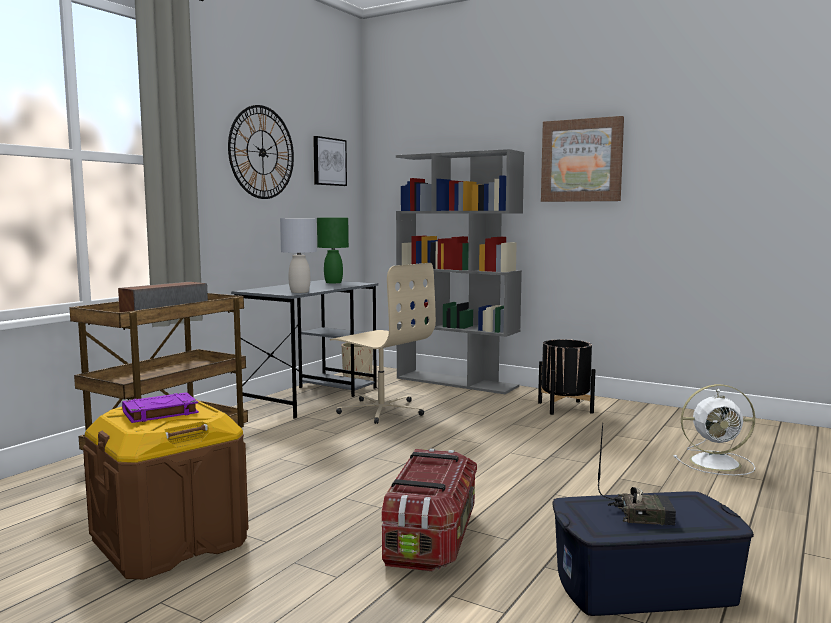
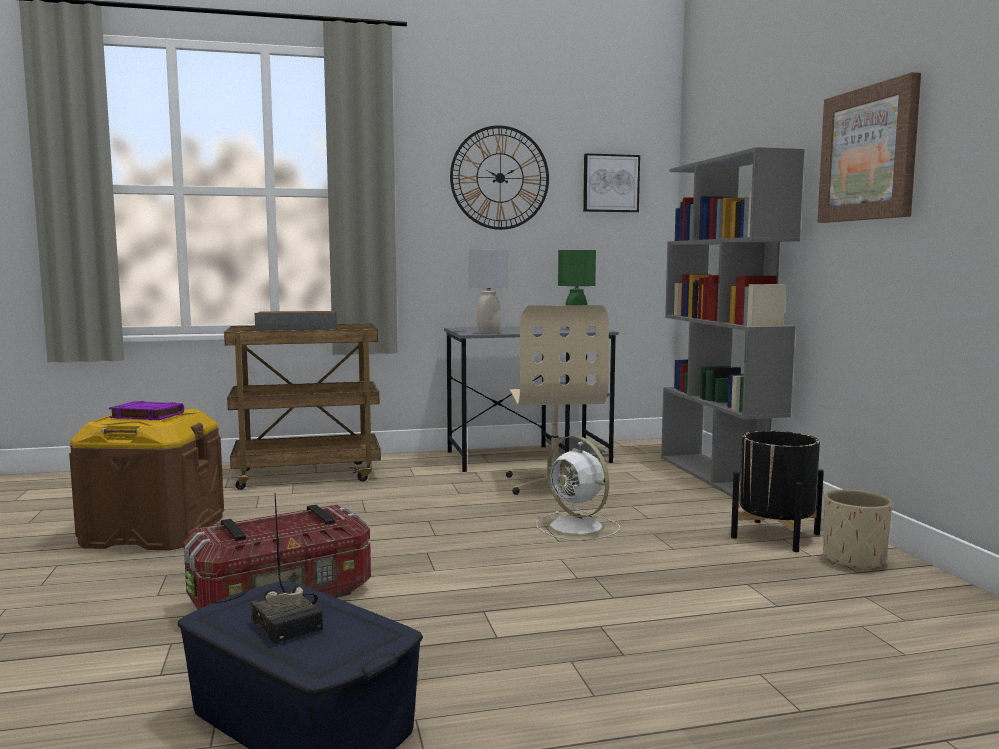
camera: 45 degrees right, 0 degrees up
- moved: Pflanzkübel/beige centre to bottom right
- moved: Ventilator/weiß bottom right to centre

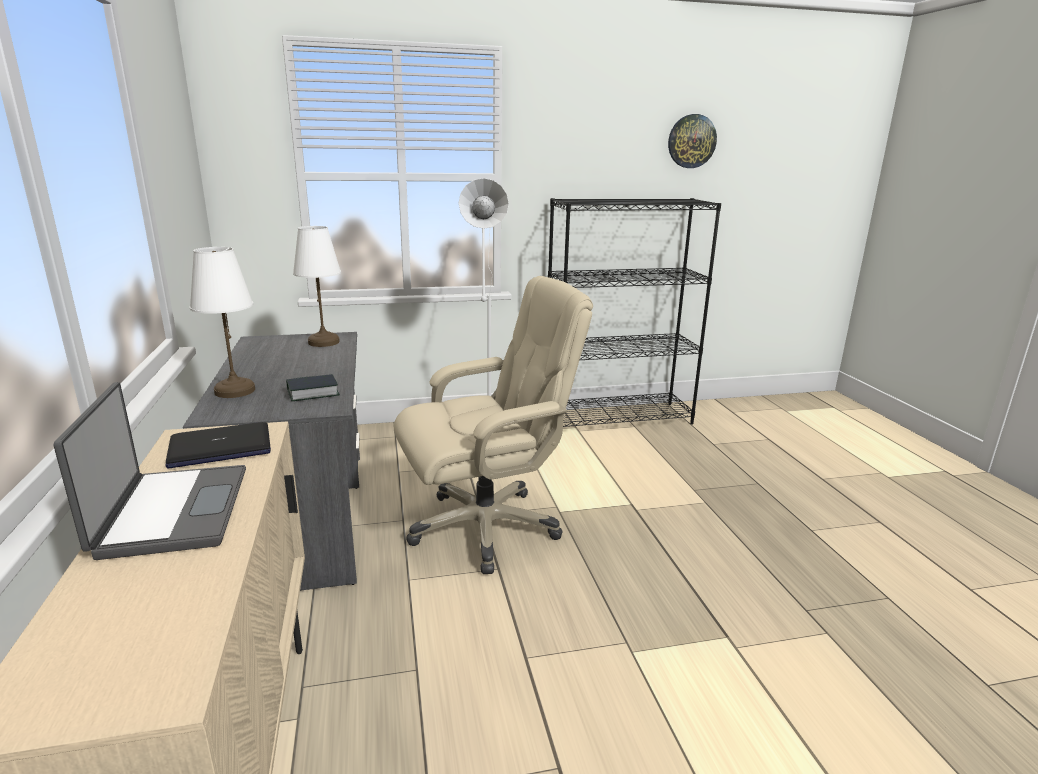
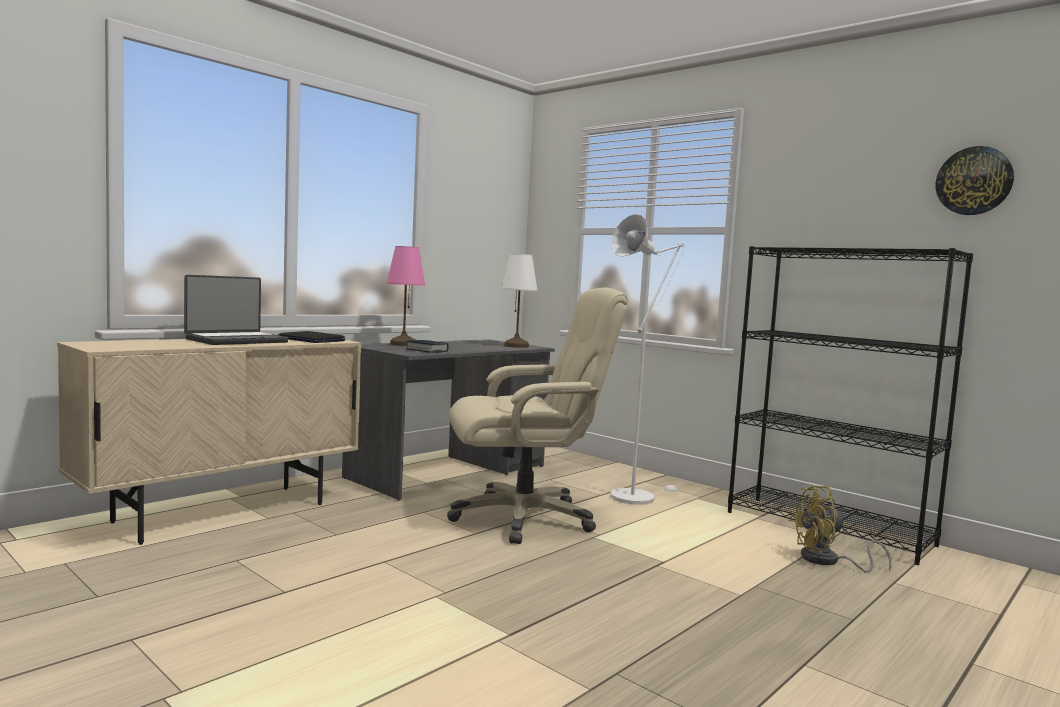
camera: 55 degrees right, 15 degrees down
- recoloured: Tischlampe/weiß (1st from left) middle left to Tischlampe/rosa centre
- turned: Bürostuhl/beige centre = centre 45 degrees counterclockwise
- added: Ventilator/gelb bottom right

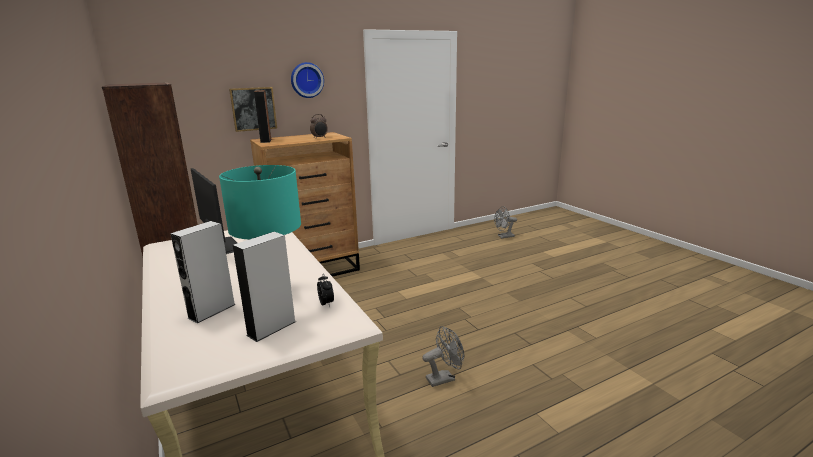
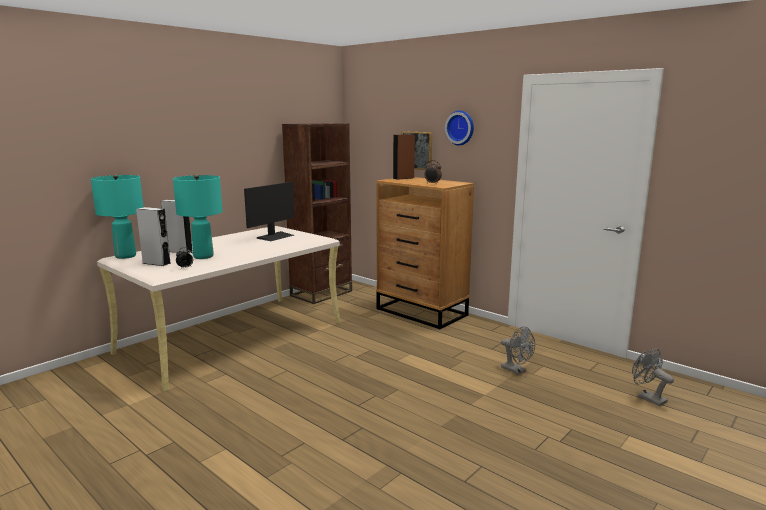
camera: 70 degrees right, 5 degrees down
- moved: Ventilator/grau (1st from left) bottom centre to bottom right
- added: Tischlampe/türkis (1st from left) middle left

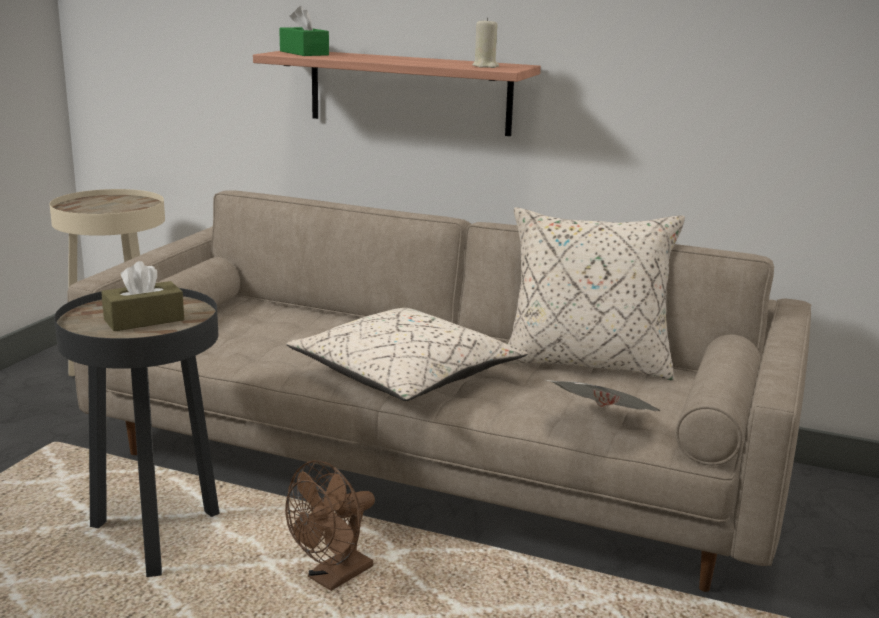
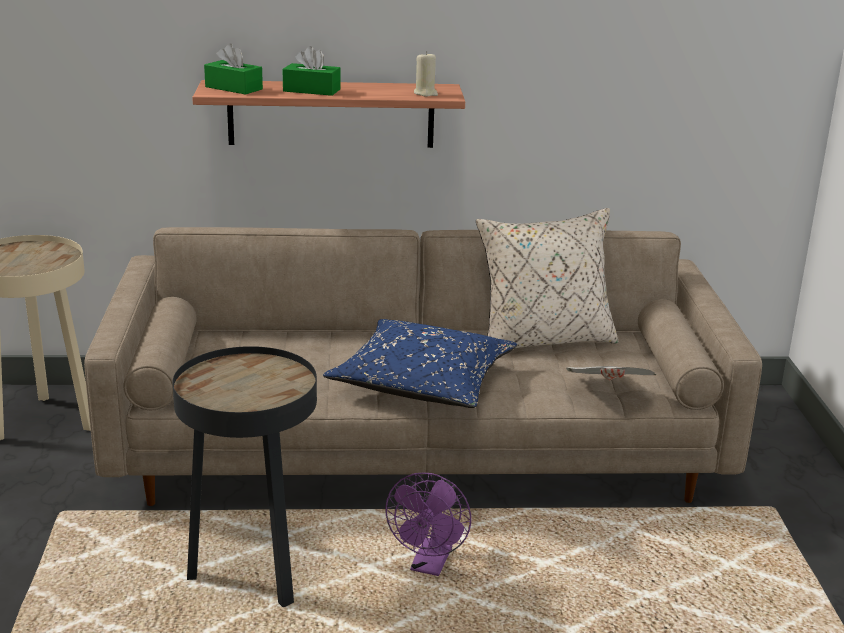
camera: 25 degrees left, 5 degrees up
- removed: Taschentuchbox/braun middle left
- recoloured: Ventilator/braun bottom centre to Ventilator/lila bottom centre
- recoloured: Kissen/beige (1st from left) centre to Kissen/blau centre
- added: Taschentuchbox/grün (2nd from left) top centre

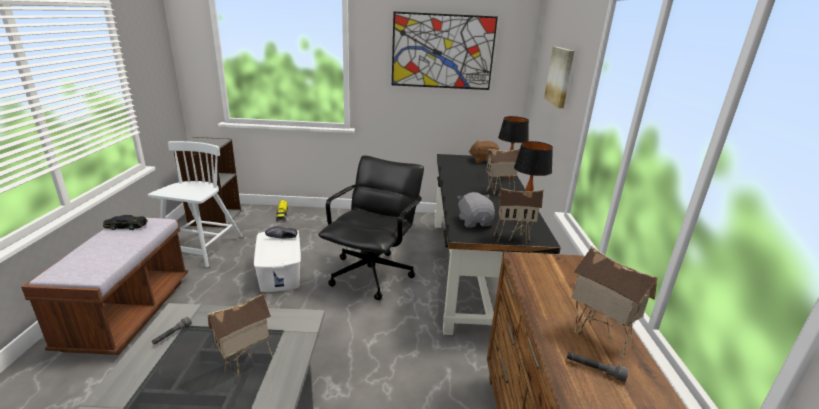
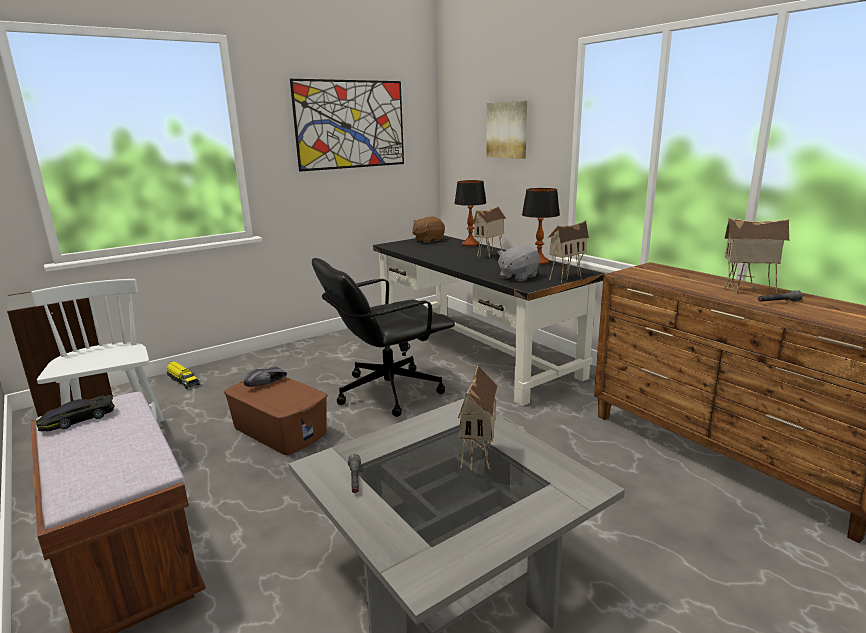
camera: 35 degrees left, 5 degrees down
- recoloured: Aufbewahrungsbox/weiß centre to Aufbewahrungsbox/braun middle left
- turned: Bürostuhl/schwarz centre = centre 105 degrees counterclockwise
- turned: Plüschtier/grau centre = centre 90 degrees counterclockwise

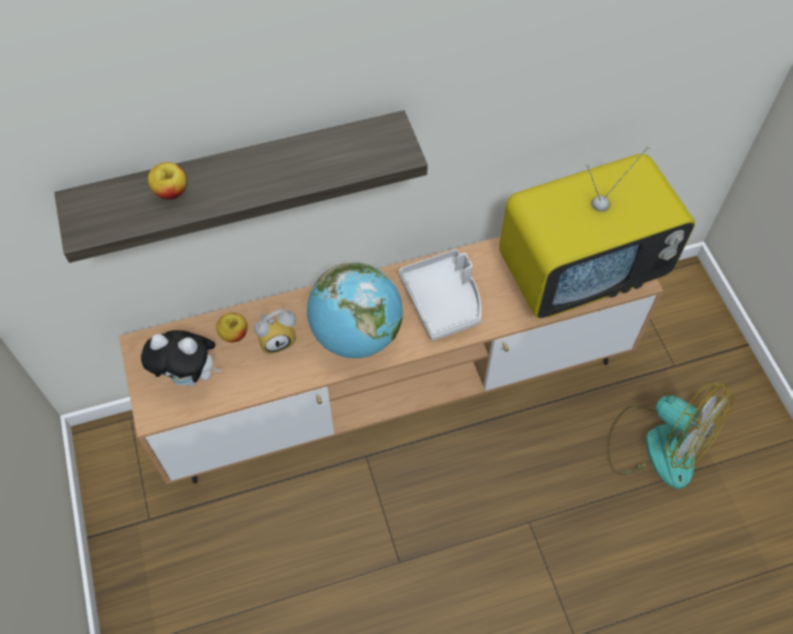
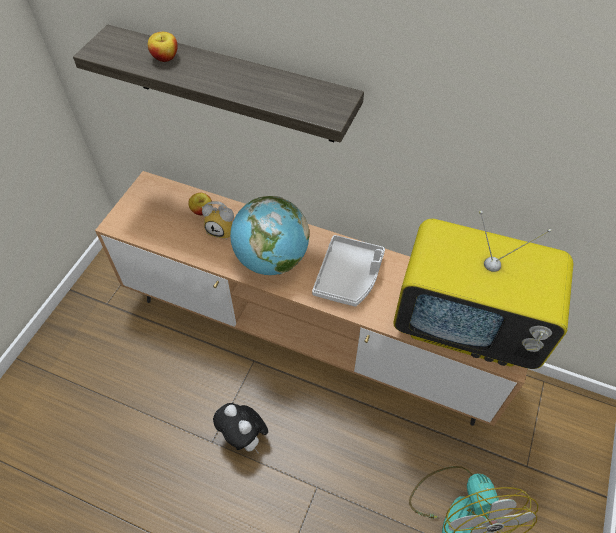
camera: 40 degrees right, 5 degrees down
- moved: Plüschtier middle left to bottom centre

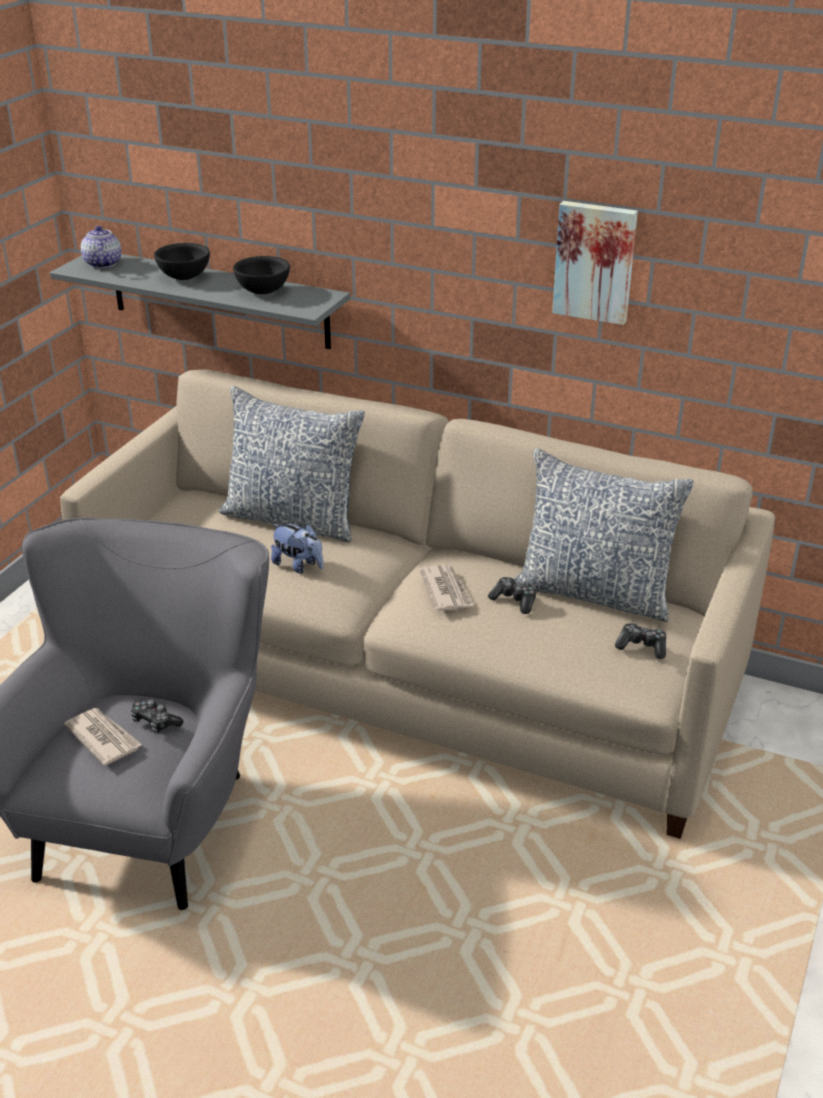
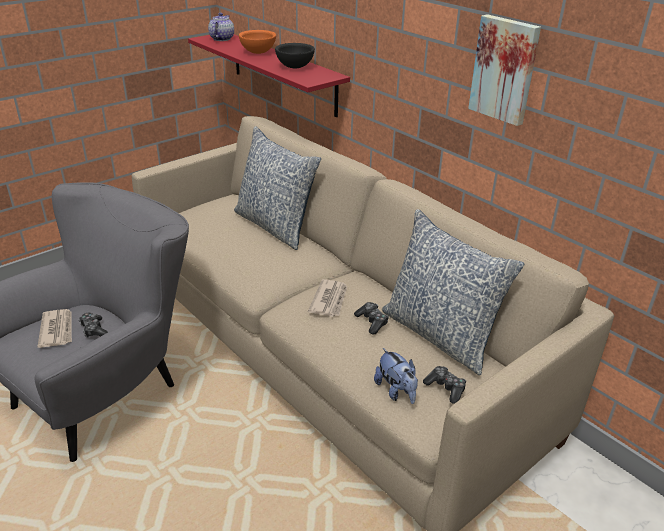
camera: 25 degrees right, 0 degrees up
- recoloured: Wandregal/grau top left to Wandregal/rot top centre
- recoloured: Schüssel/schwarz (1st from left) top left to Schüssel/orange top centre
- moved: Plüschtier centre to bottom centre

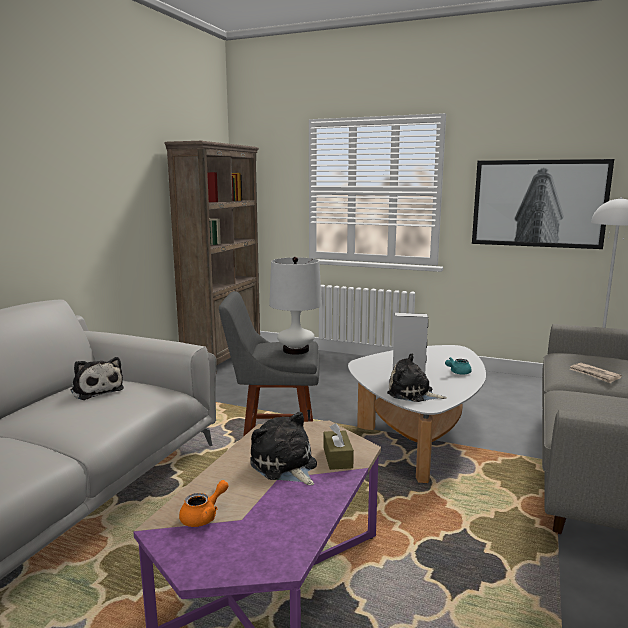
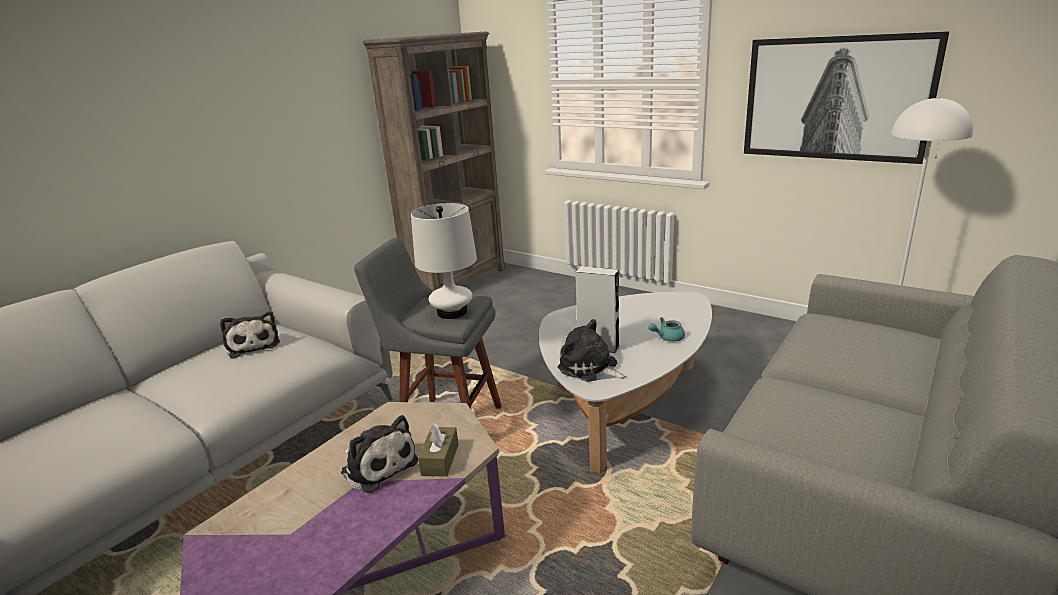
camera: 15 degrees right, 10 degrees up
- removed: Teekanne/orange bottom left
- turned: Plüschtier (2nd from left) bottom centre = bottom centre 150 degrees clockwise
- removed: Zeitung middle right

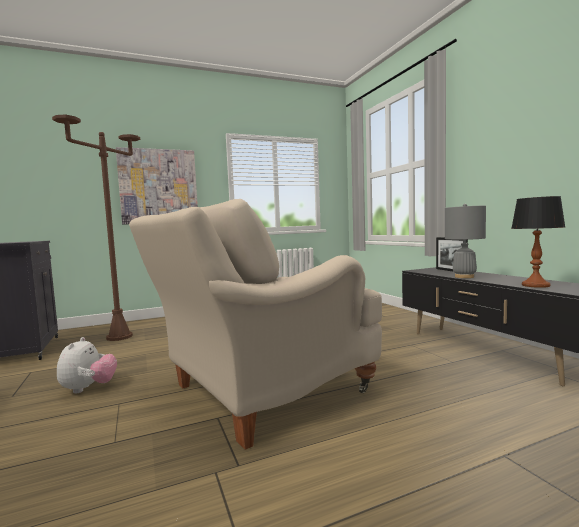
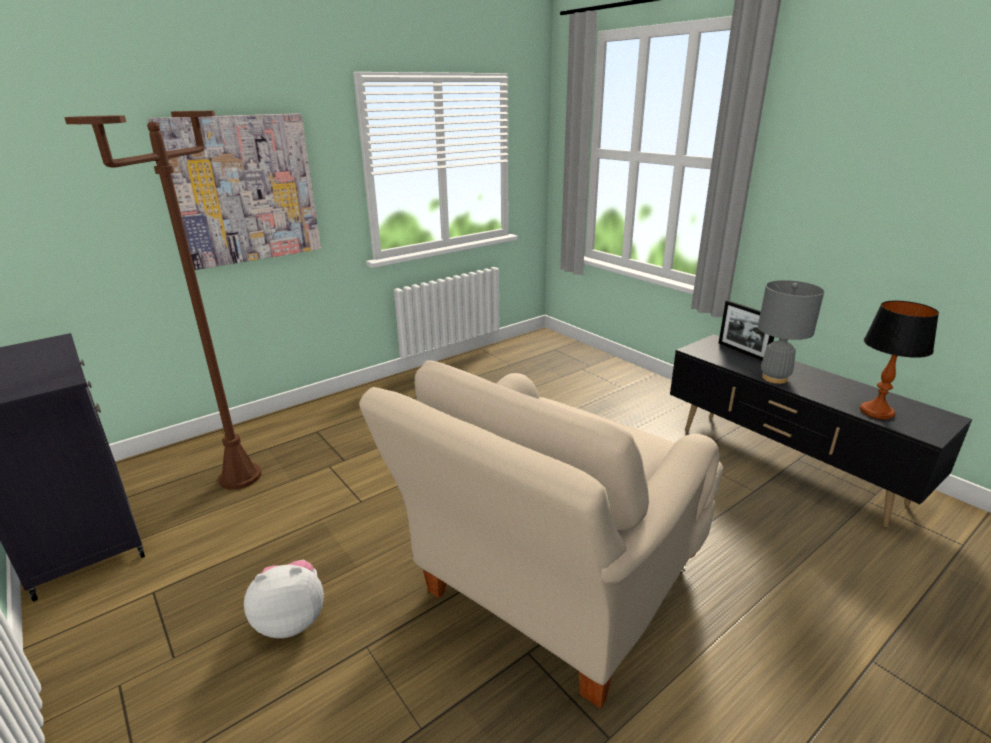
camera: 15 degrees left, 20 degrees up
- turned: Plüschtier bottom left = bottom left 90 degrees counterclockwise

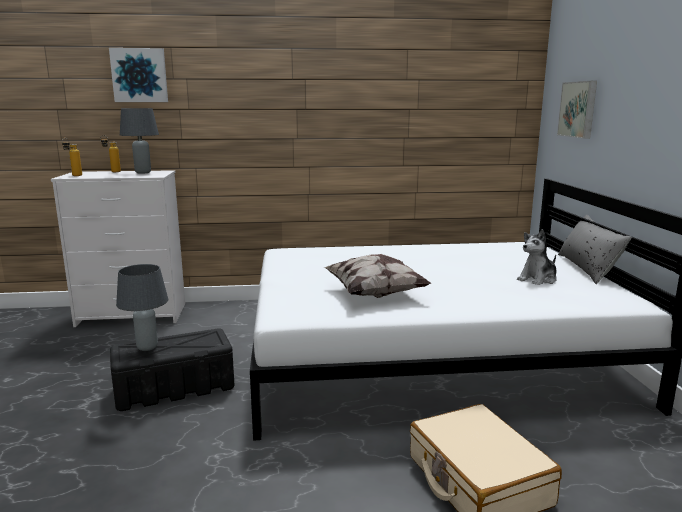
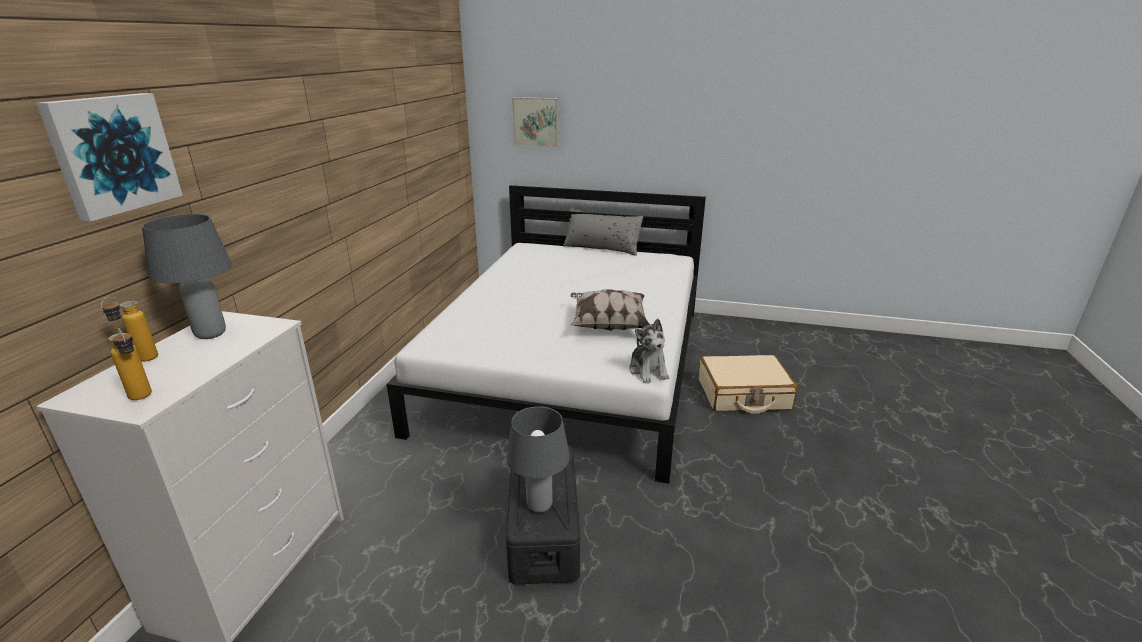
camera: 70 degrees left, 10 degrees up
- moved: Plüschtier middle right to centre

